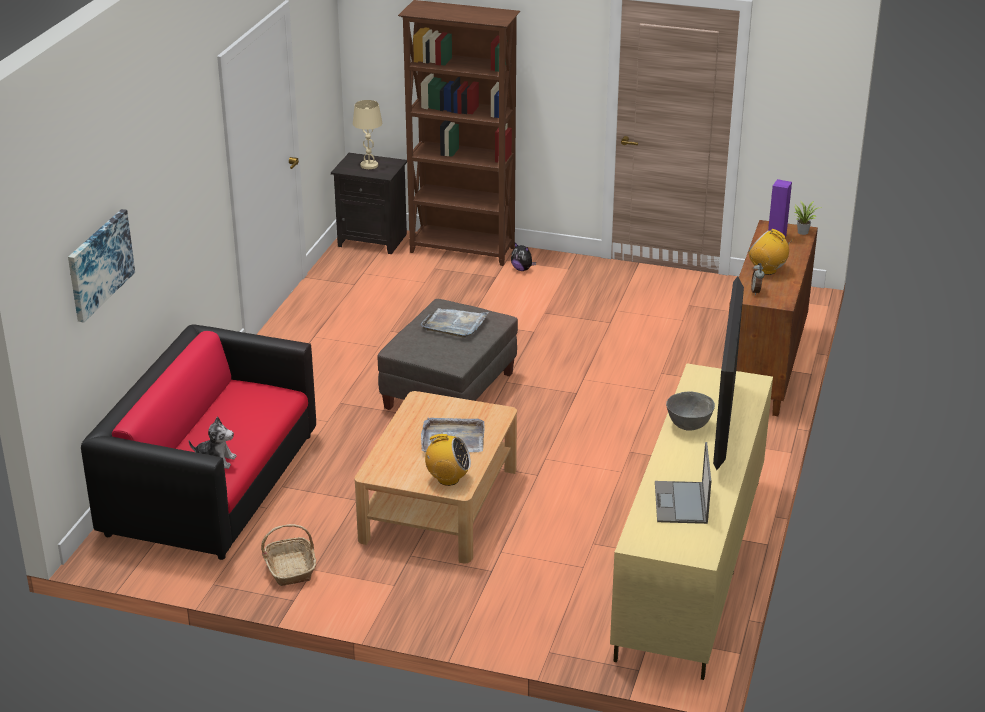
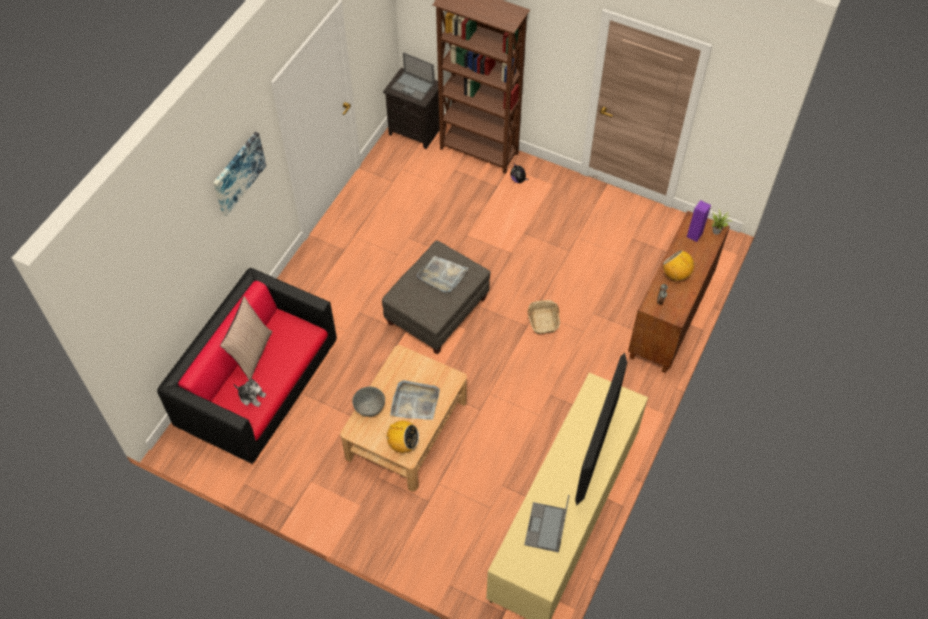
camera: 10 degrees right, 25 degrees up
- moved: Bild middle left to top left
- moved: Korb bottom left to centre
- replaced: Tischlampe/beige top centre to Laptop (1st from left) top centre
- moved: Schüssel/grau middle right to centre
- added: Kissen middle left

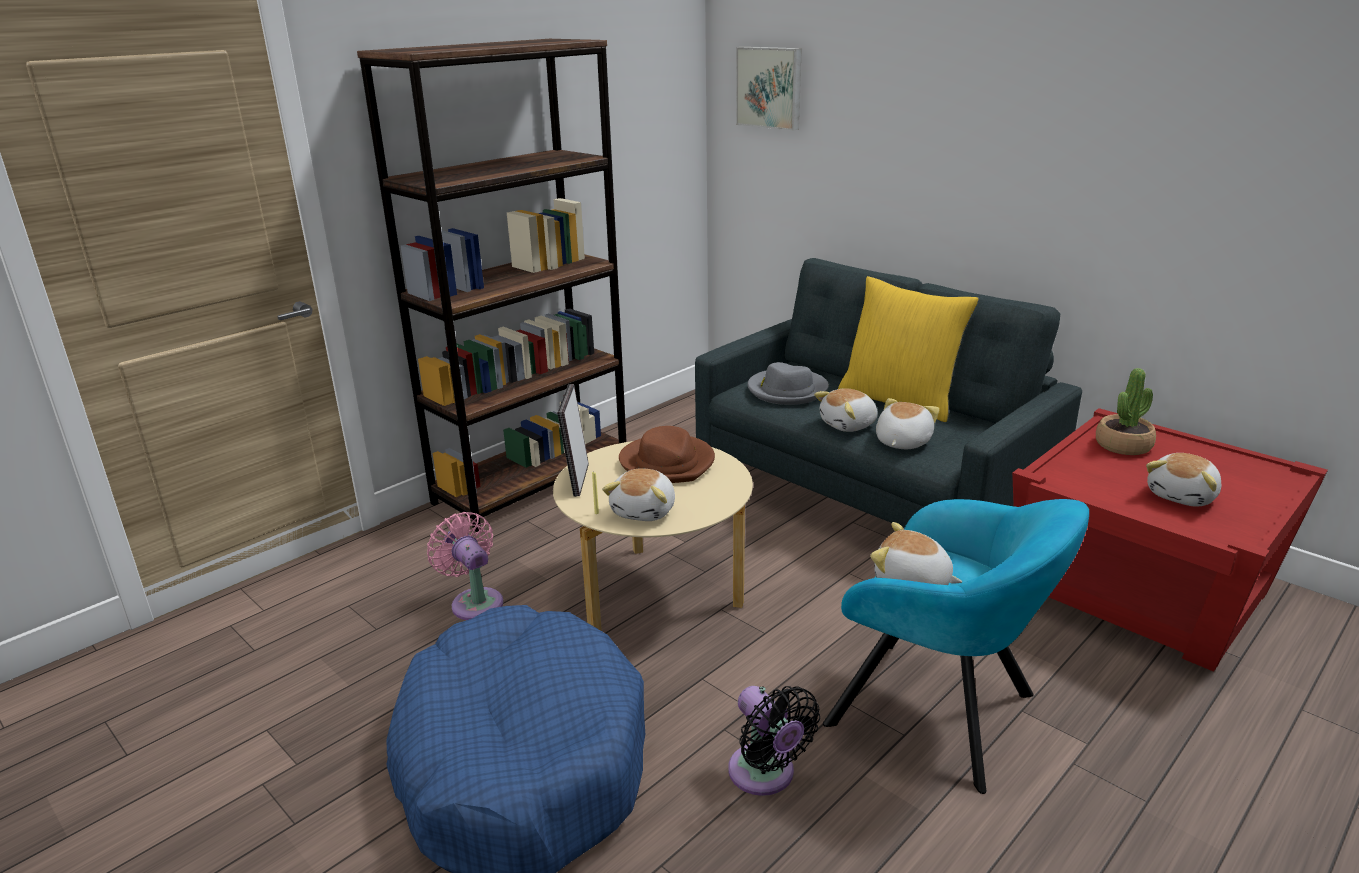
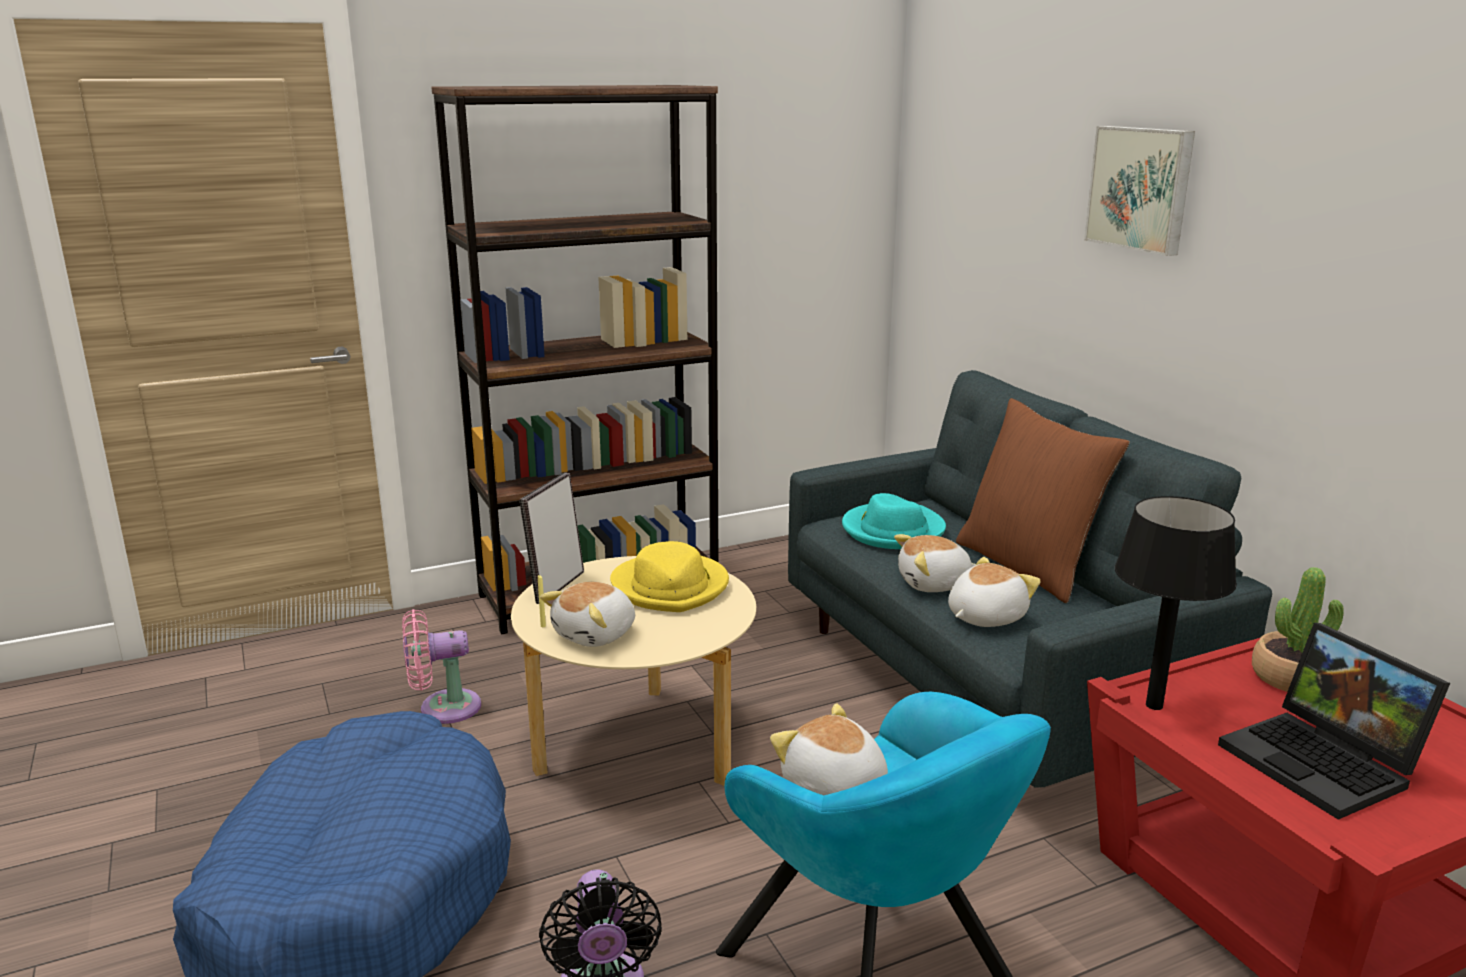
camera: 20 degrees right, 5 degrees down
- turned: Ventilator/rosa centre = bottom left 90 degrees counterclockwise
- recoloured: Hut/braun centre to Hut/gelb centre
- moved: Bild top centre to top right
- recoloured: Hut/grau centre to Hut/türkis centre
- recoloured: Kissen/gelb middle right to Kissen/braun middle right
- replaced: Plüschtier (5th from left) middle right to Laptop bottom right
- added: Tischlampe/schwarz middle right

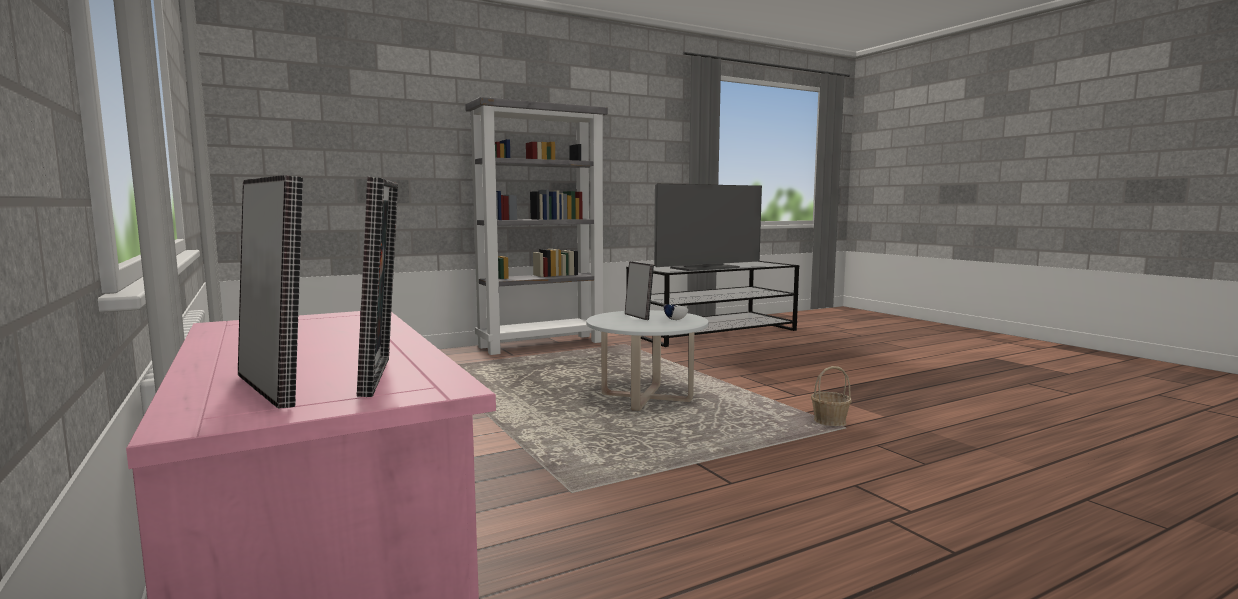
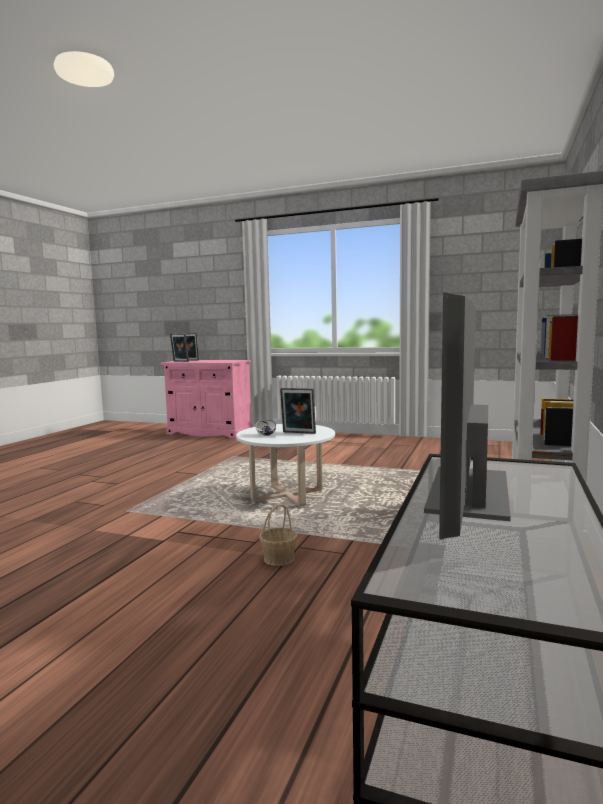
camera: 140 degrees right, 0 degrees up
- moved: Korb middle right to centre

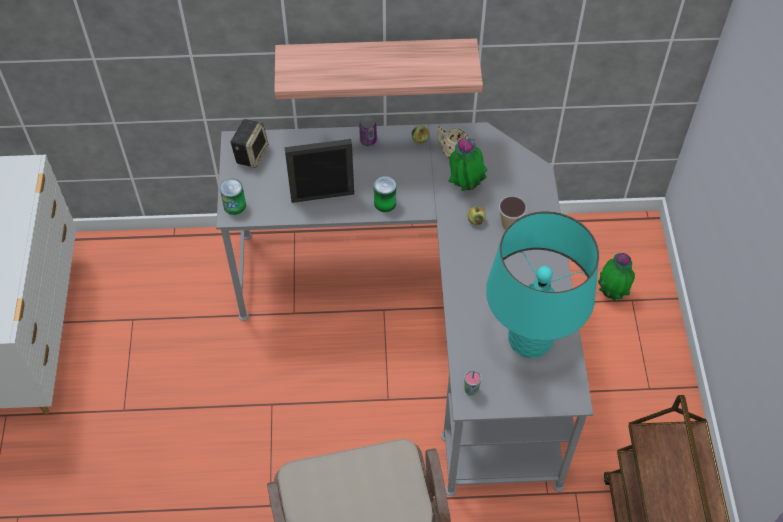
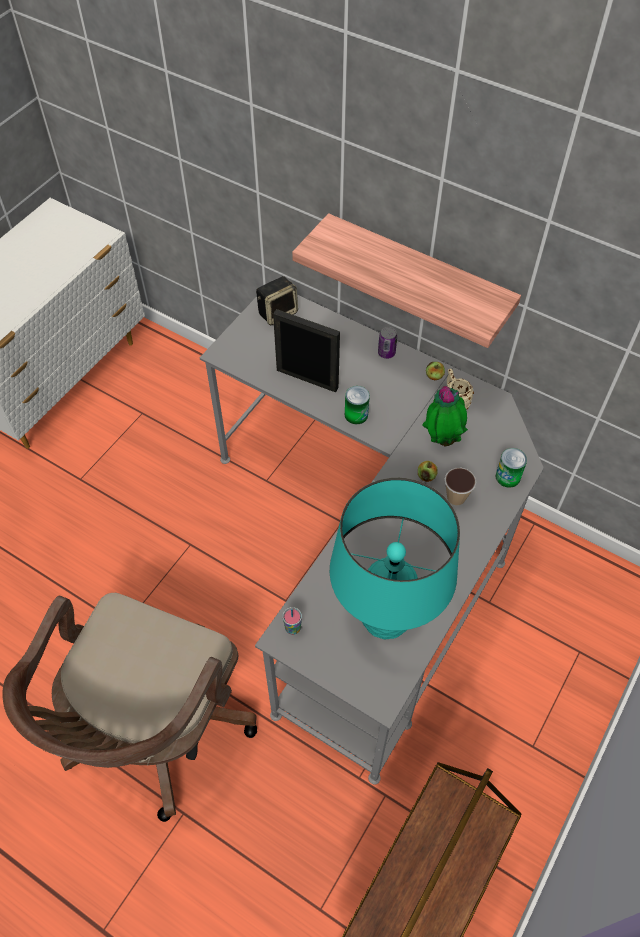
camera: 35 degrees right, 0 degrees up
- moved: Dose (1st from left in the first image) middle left to Dose (3rd from left) middle right
- removed: Topfpflanze (2nd from left) middle right

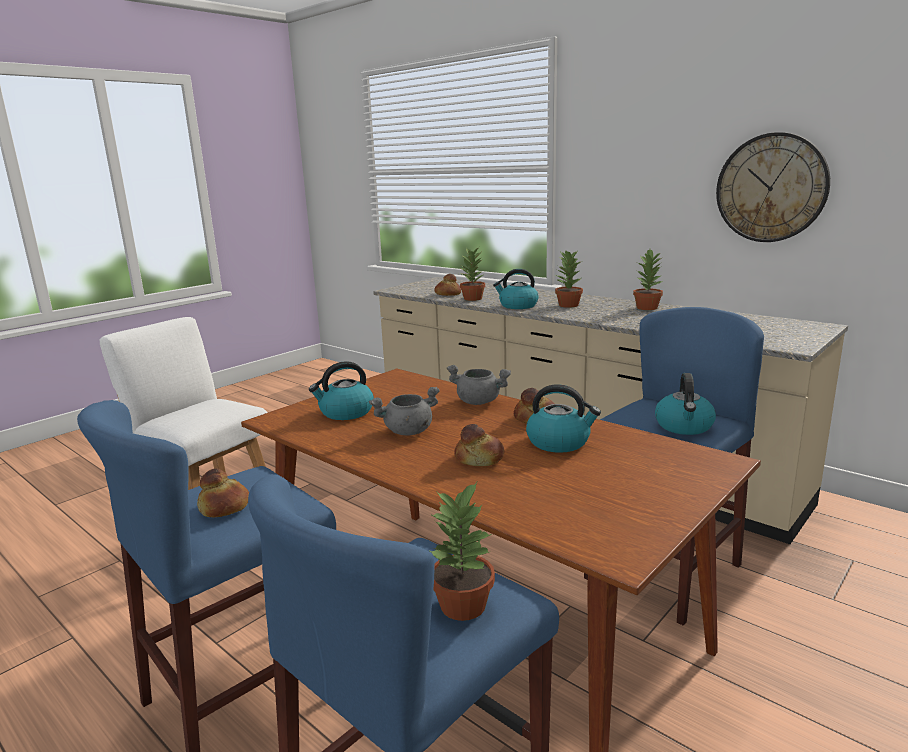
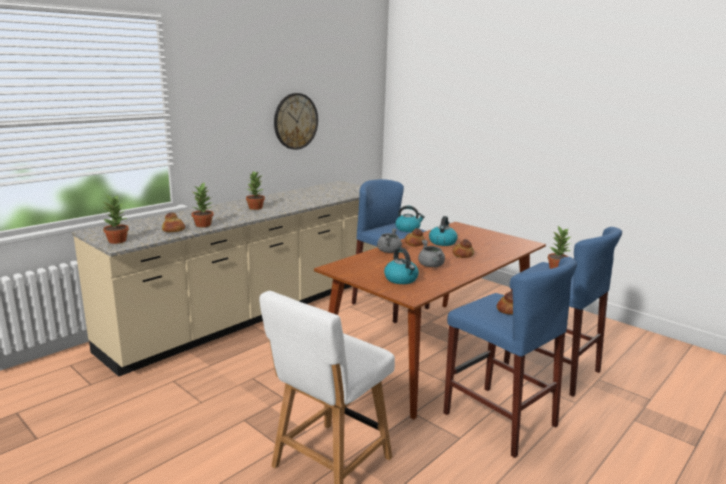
camera: 90 degrees left, 0 degrees up
- removed: Wasserkessel (2nd from left) centre
- moved: Topfpflanze (4th from left in the first image) middle right to Topfpflanze (1st from left) middle left

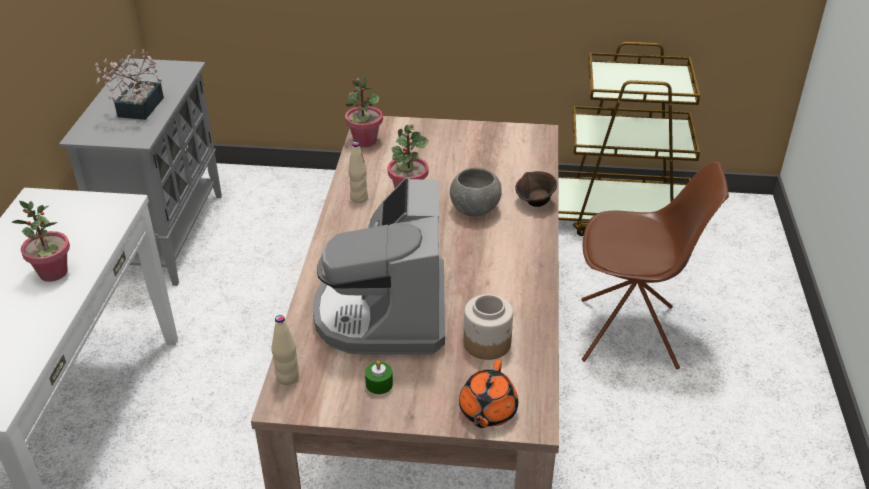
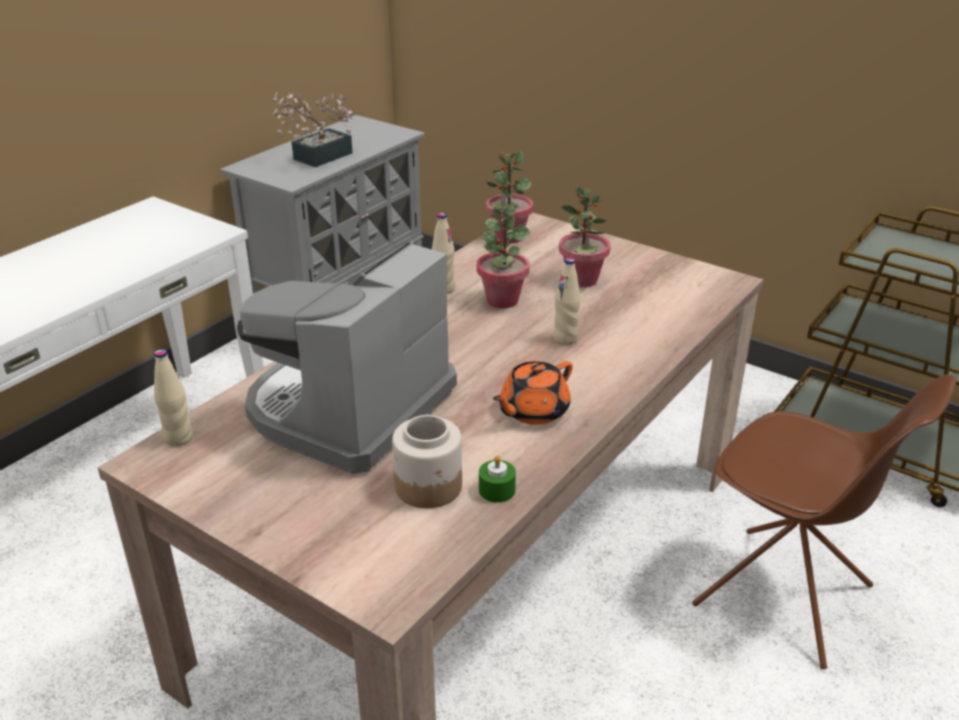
camera: 30 degrees right, 5 degrees down
- moved: Topfpflanze (1st from left in the first image) middle left to Topfpflanze (4th from left) top centre
- moved: Kerze/grün bottom centre to centre
- replaced: Schüssel/grau centre to Flasche/beige (3rd from left) centre
- moved: Teekanne/orange bottom centre to centre
- removed: Schüssel/braun centre

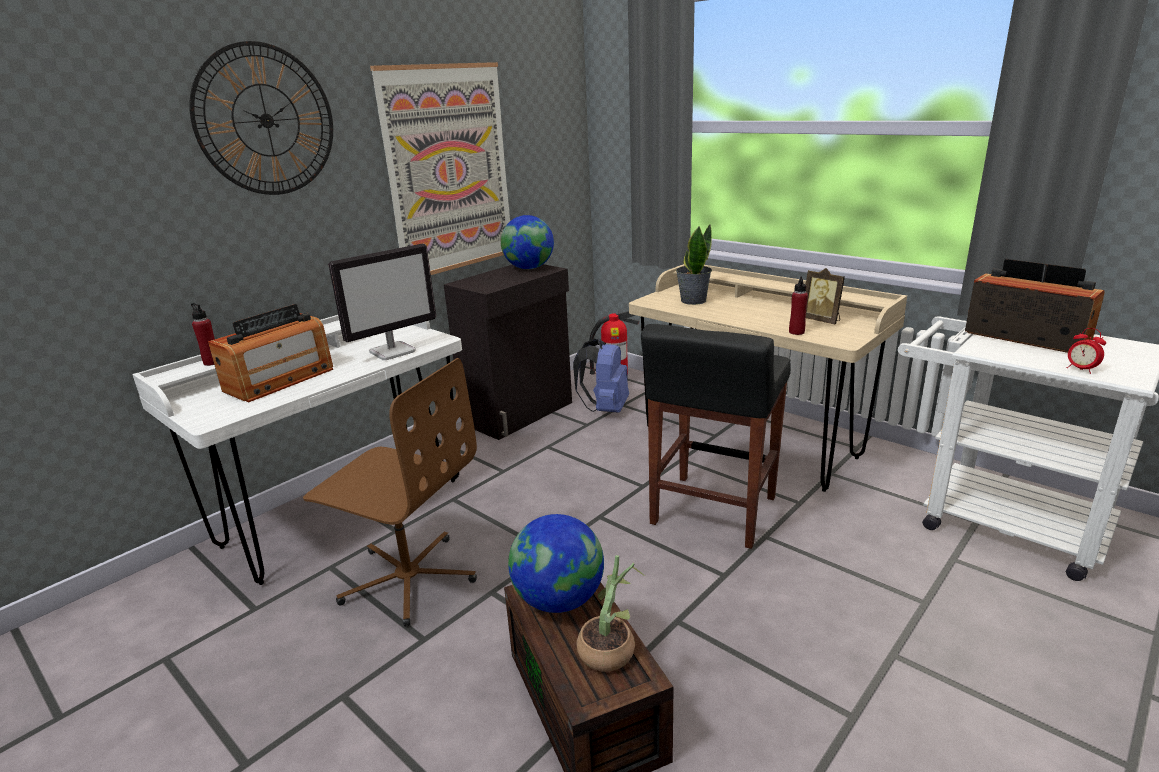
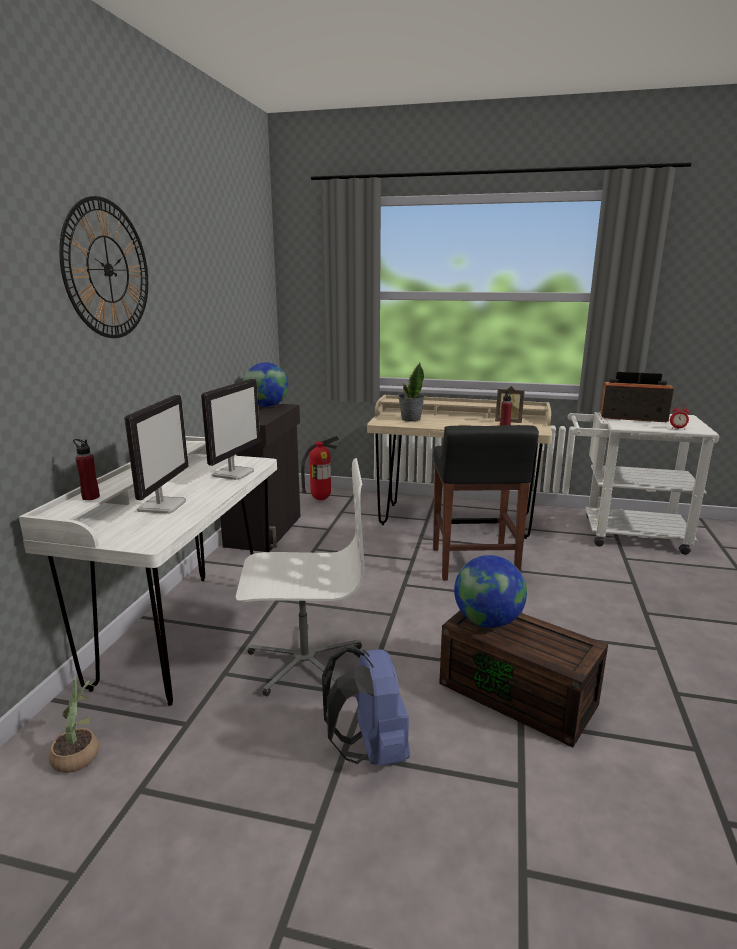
camera: 30 degrees left, 5 degrees down
- replaced: Radio (1st from left) middle left to Monitor (1st from left) middle left
- recoloured: Bürostuhl/braun centre to Bürostuhl/weiß centre
- removed: Bild top centre
- moved: Rucksack/blau centre to bottom centre
- moved: Topfpflanze (1st from left) bottom centre to bottom left

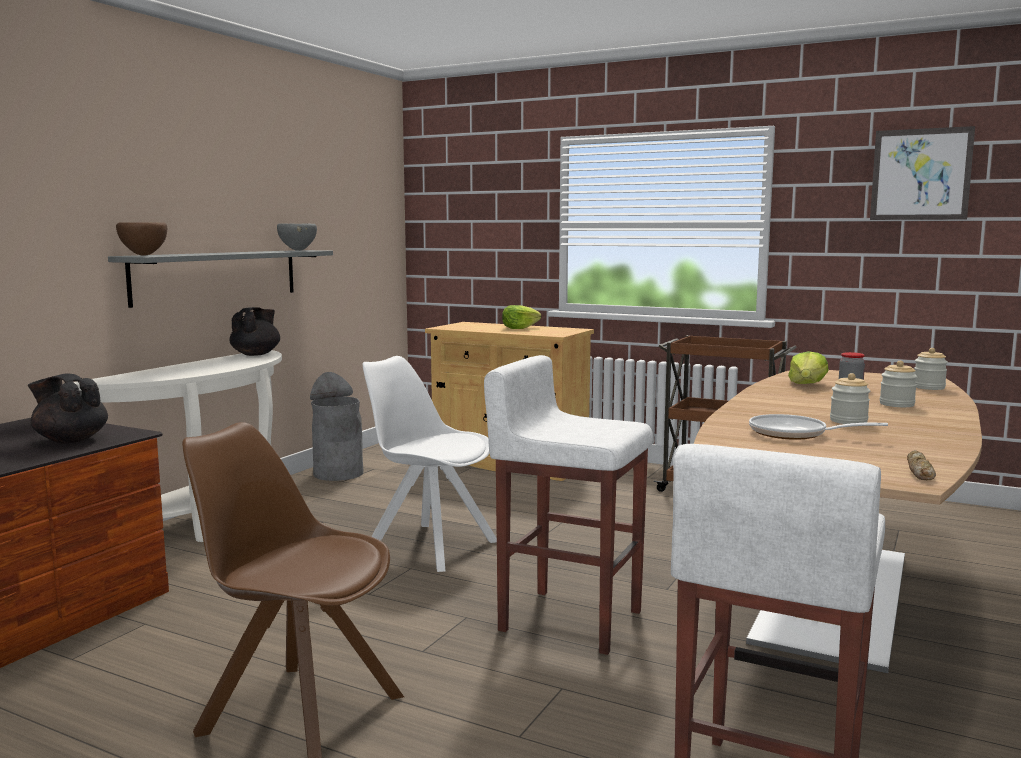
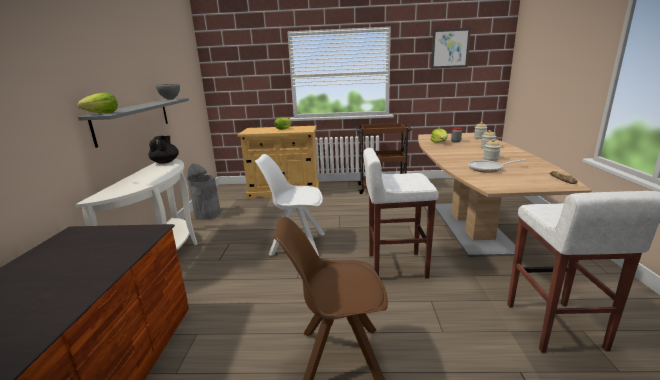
camera: 25 degrees left, 10 degrees up
- removed: Teekanne/schwarz (1st from left) middle left
- replaced: Schüssel/braun top left to Salatkopf (1st from left) top left

